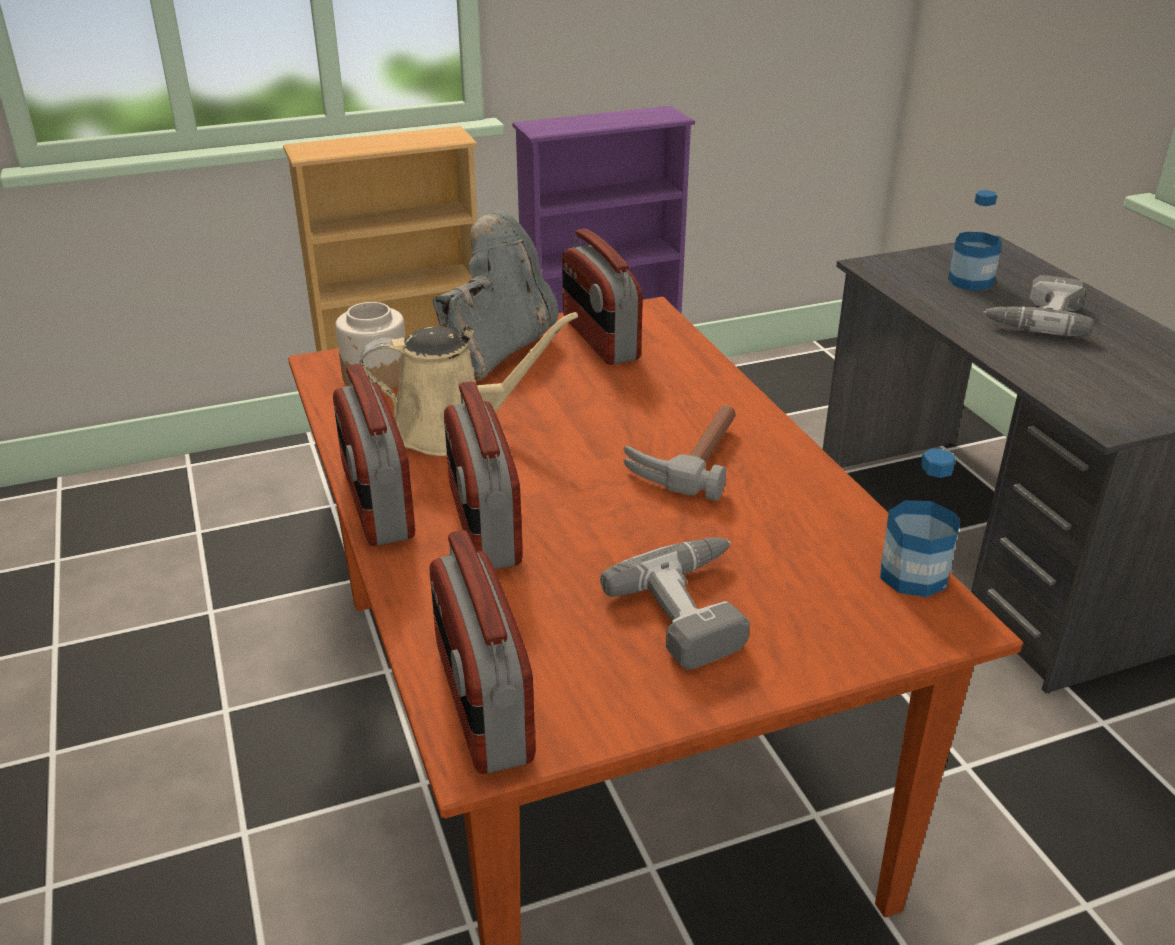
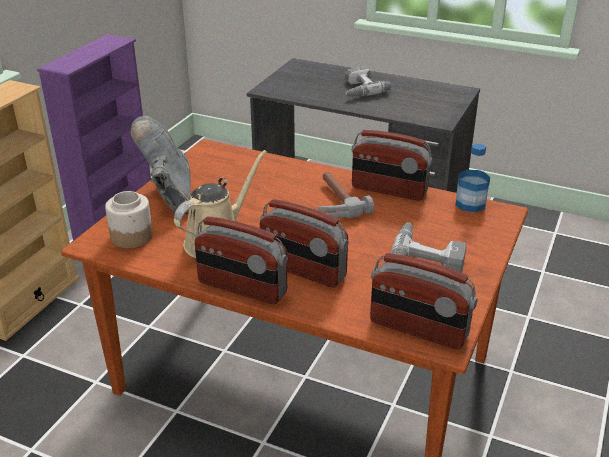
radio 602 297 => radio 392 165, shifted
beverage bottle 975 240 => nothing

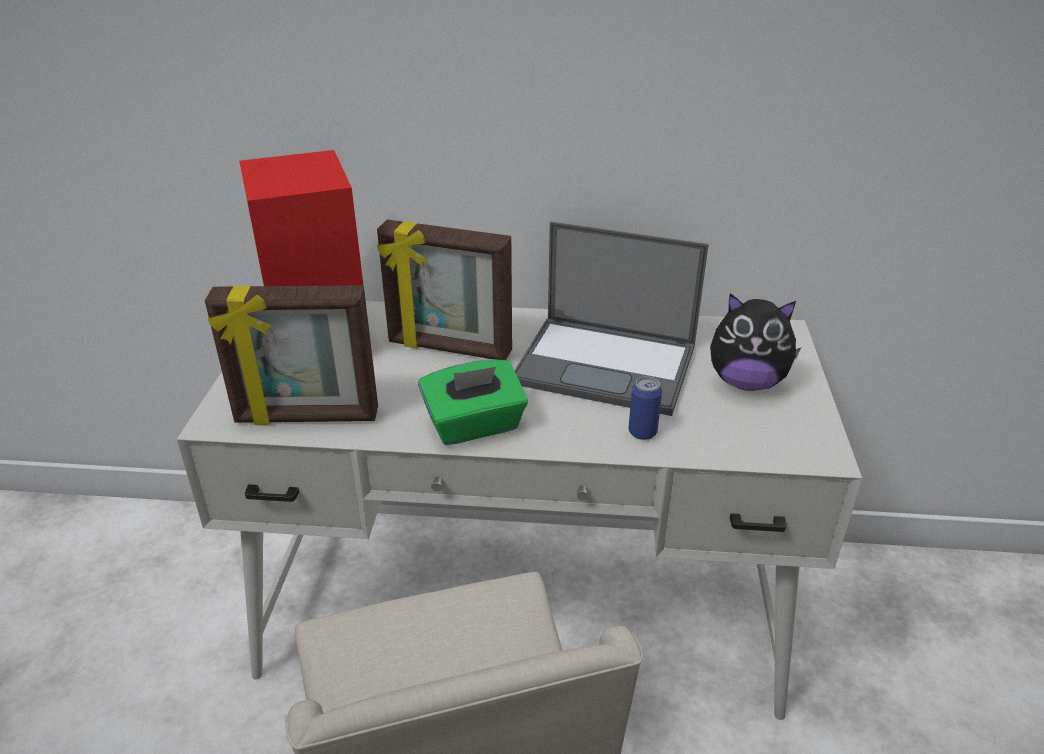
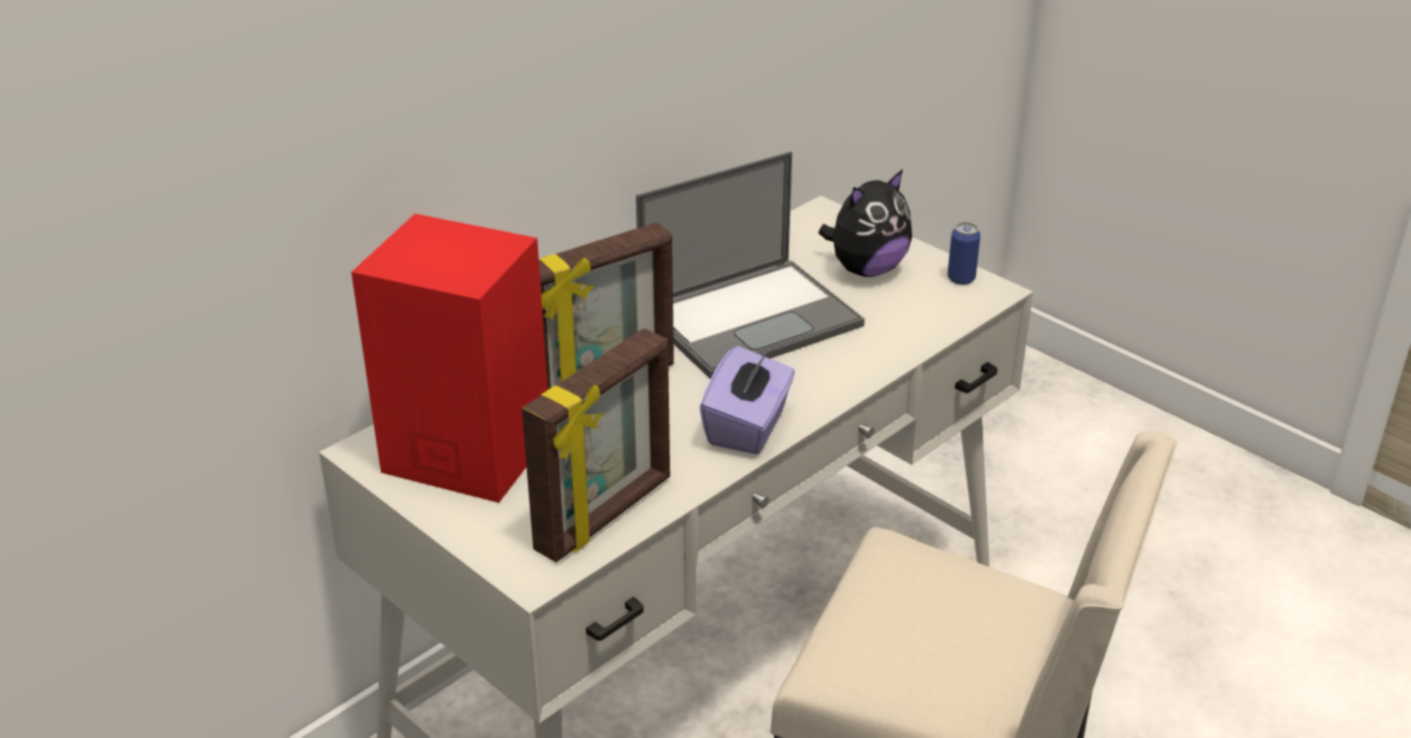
greenish box of tissues 473 402 => purple box of tissues 747 400
can 645 408 => can 963 253, shifted

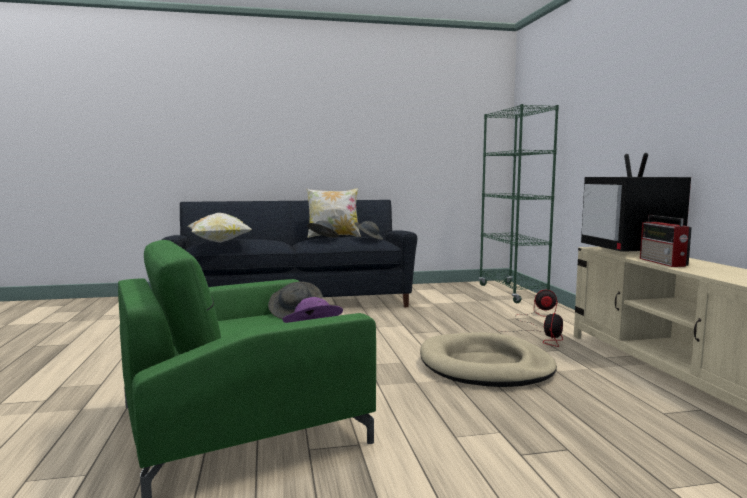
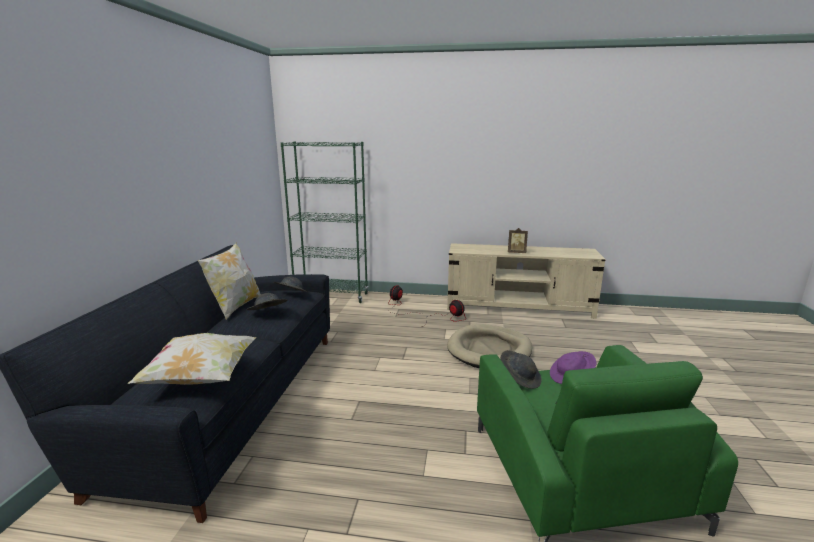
radio 666 241 => photo frame 518 240
TV 636 202 => nothing

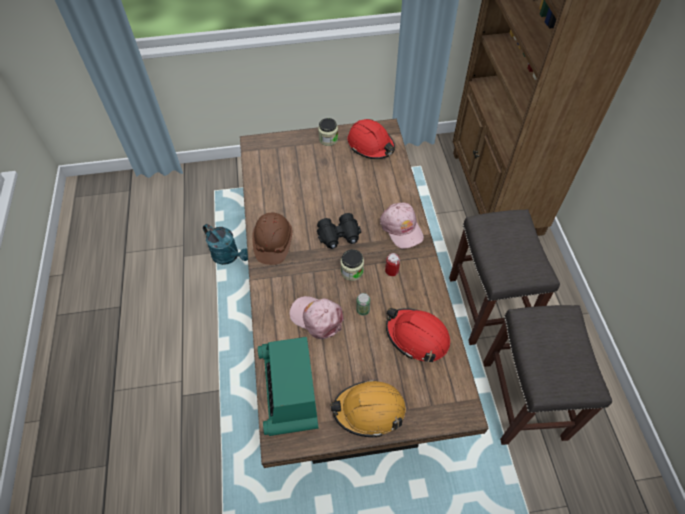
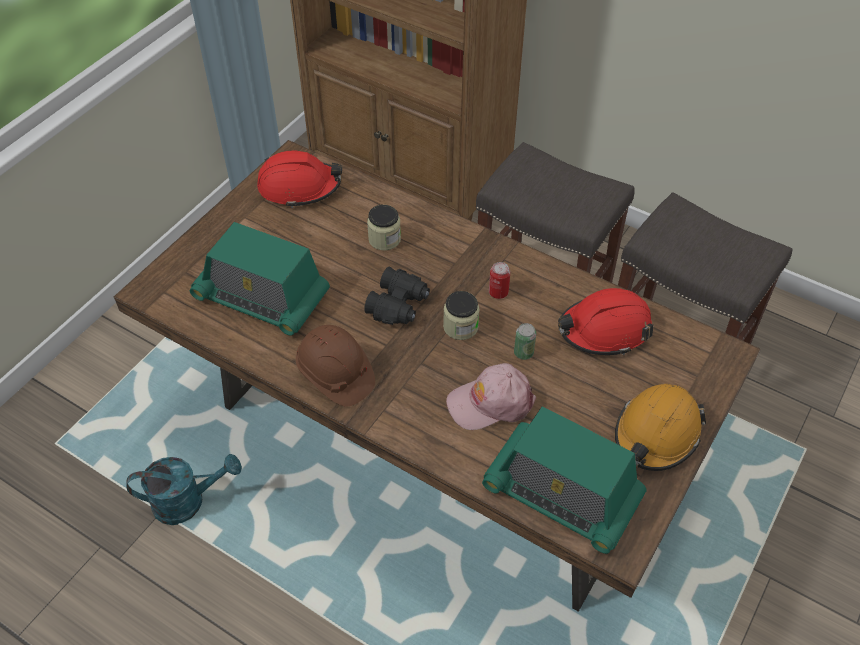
nothing => radio 260 279
storage jar 328 132 => storage jar 384 227, shifted
pinkish peaked cap 402 226 => nothing

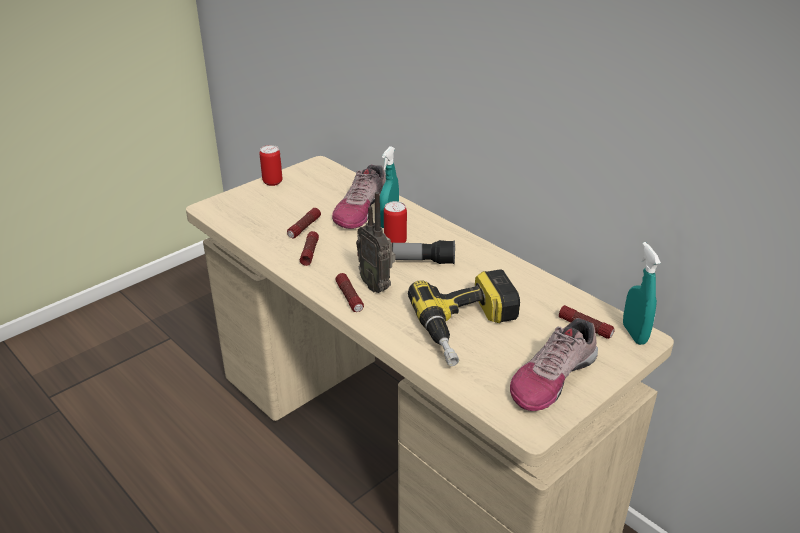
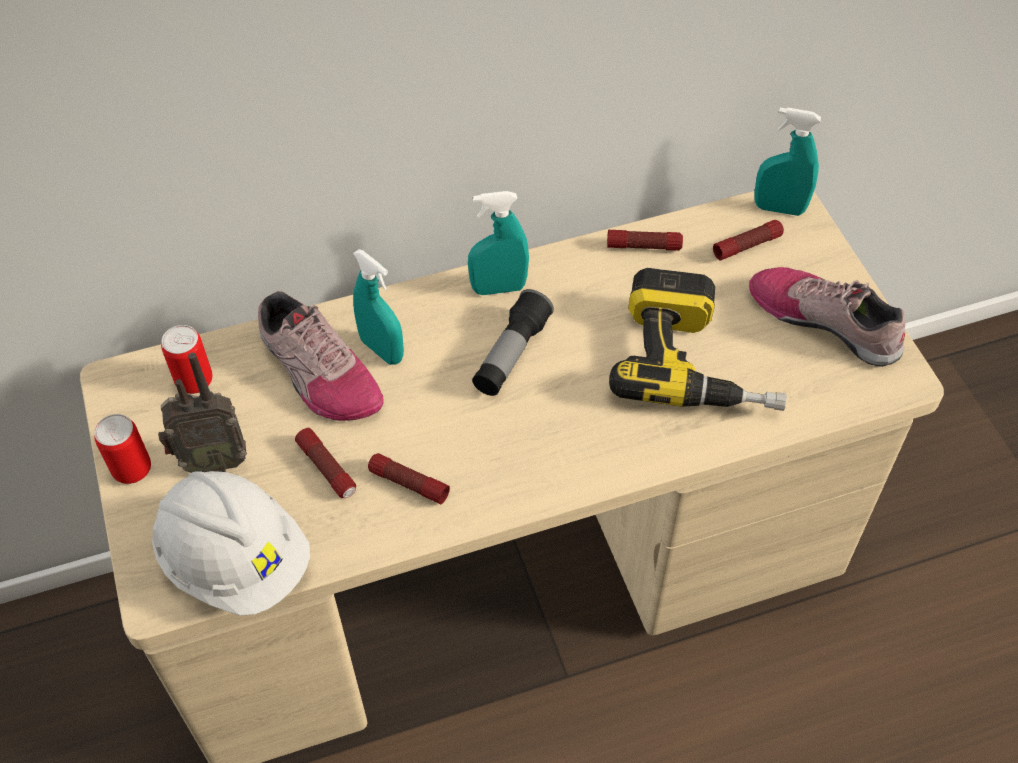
nothing => white work helmet 231 543
radio 376 242 => radio 202 413, shifted
can 395 222 => can 187 359, shifted
nothing => turquoise-coloured sprayer 498 243
hand torch 349 292 => hand torch 645 240, shifted
item of footwear 554 364 => item of footwear 827 317, 150 degrees clockwise

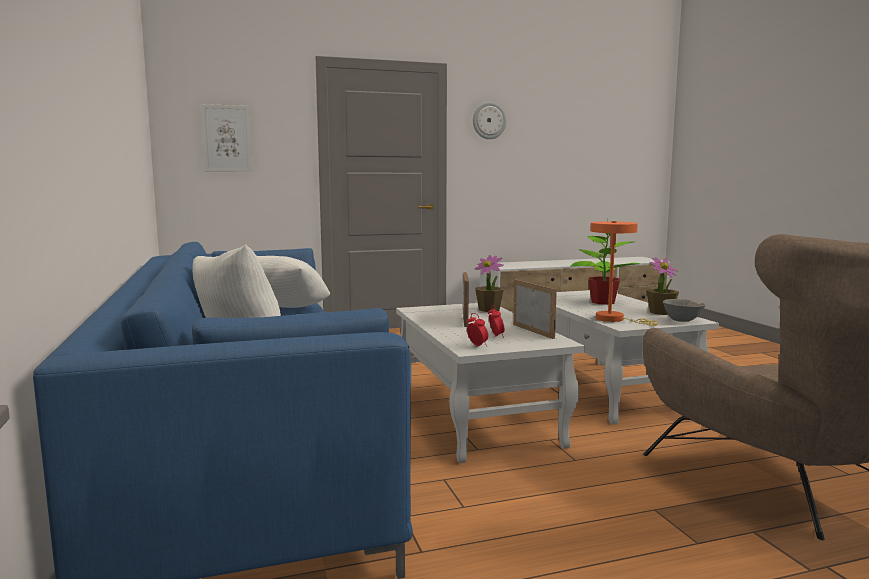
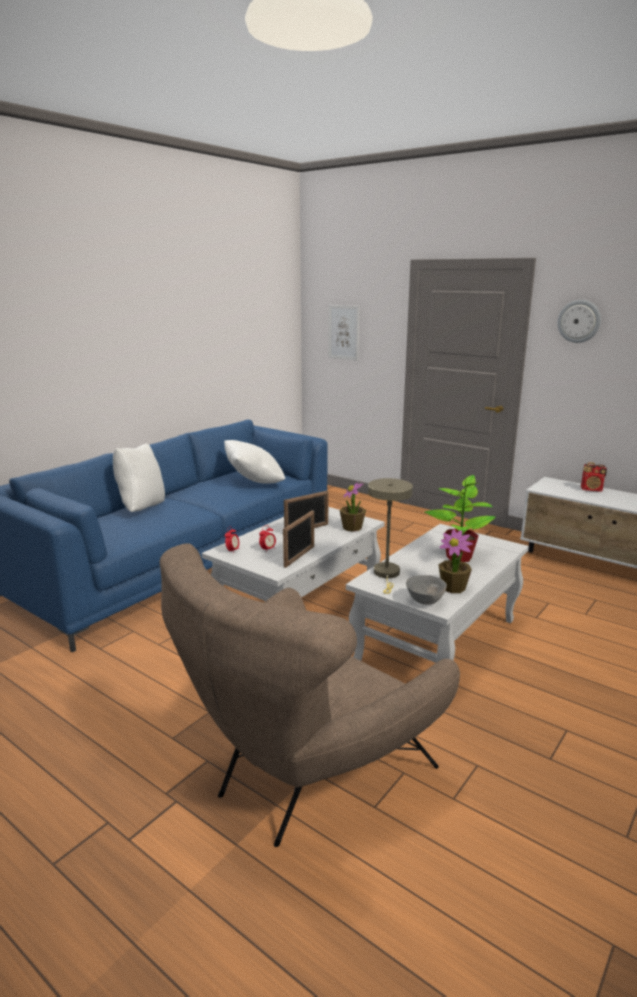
orange table lamp 624 273 => beige-coloured table lamp 390 536
nothing => radio 594 477

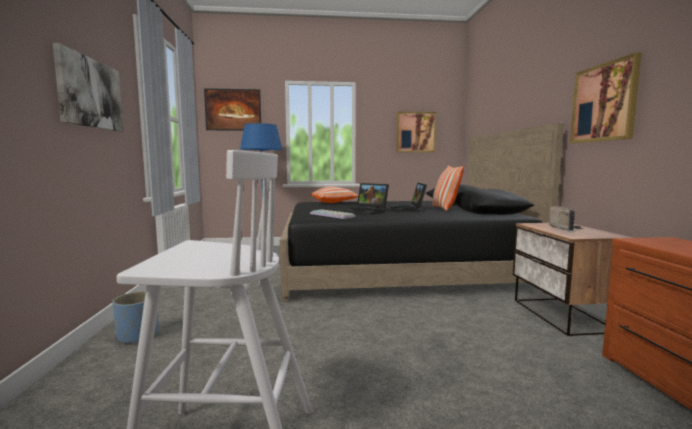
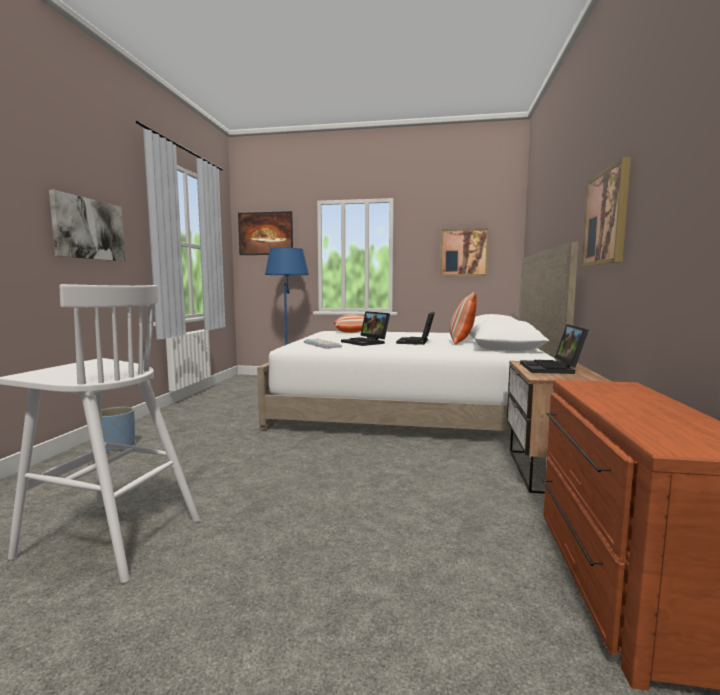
black bedroom bed 422 212 => white bedroom bed 418 336
radio 566 218 => notebook computer 554 349

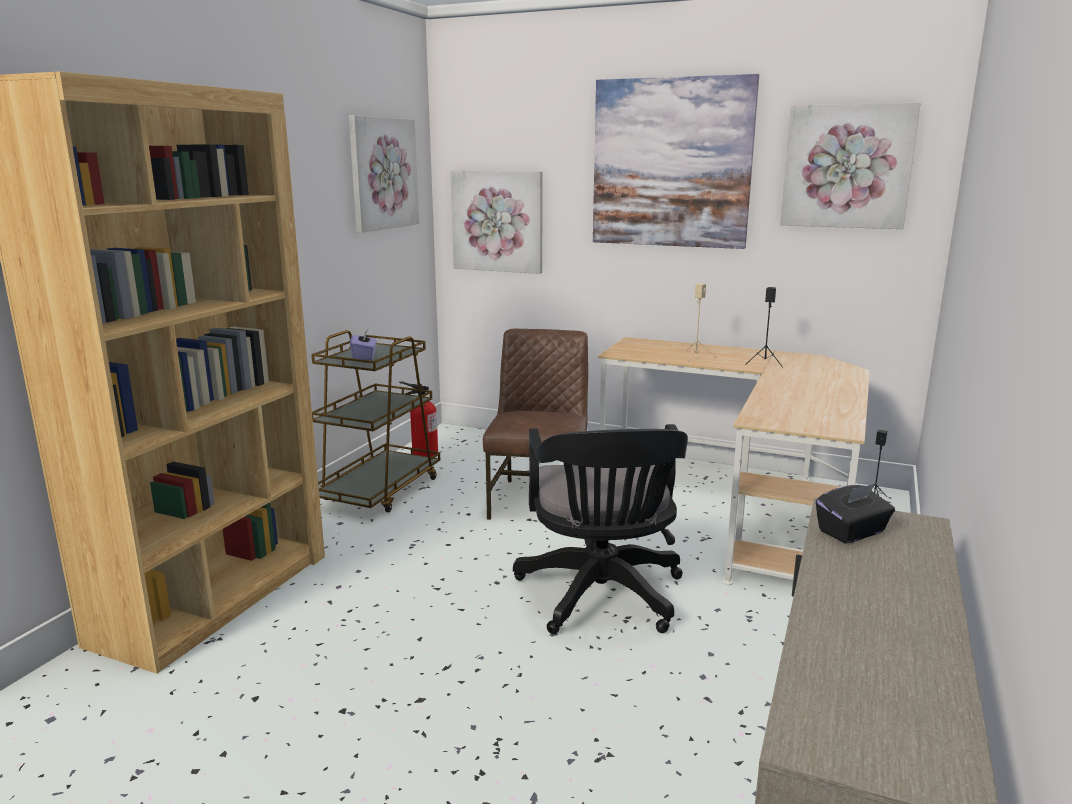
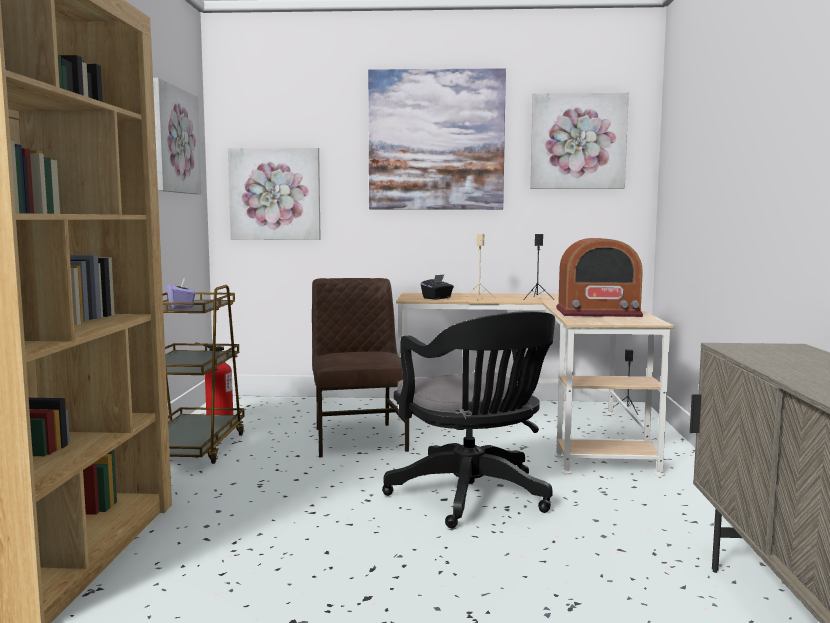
black box of tissues 855 514 => black box of tissues 437 287, shifted
nothing => radio 599 277

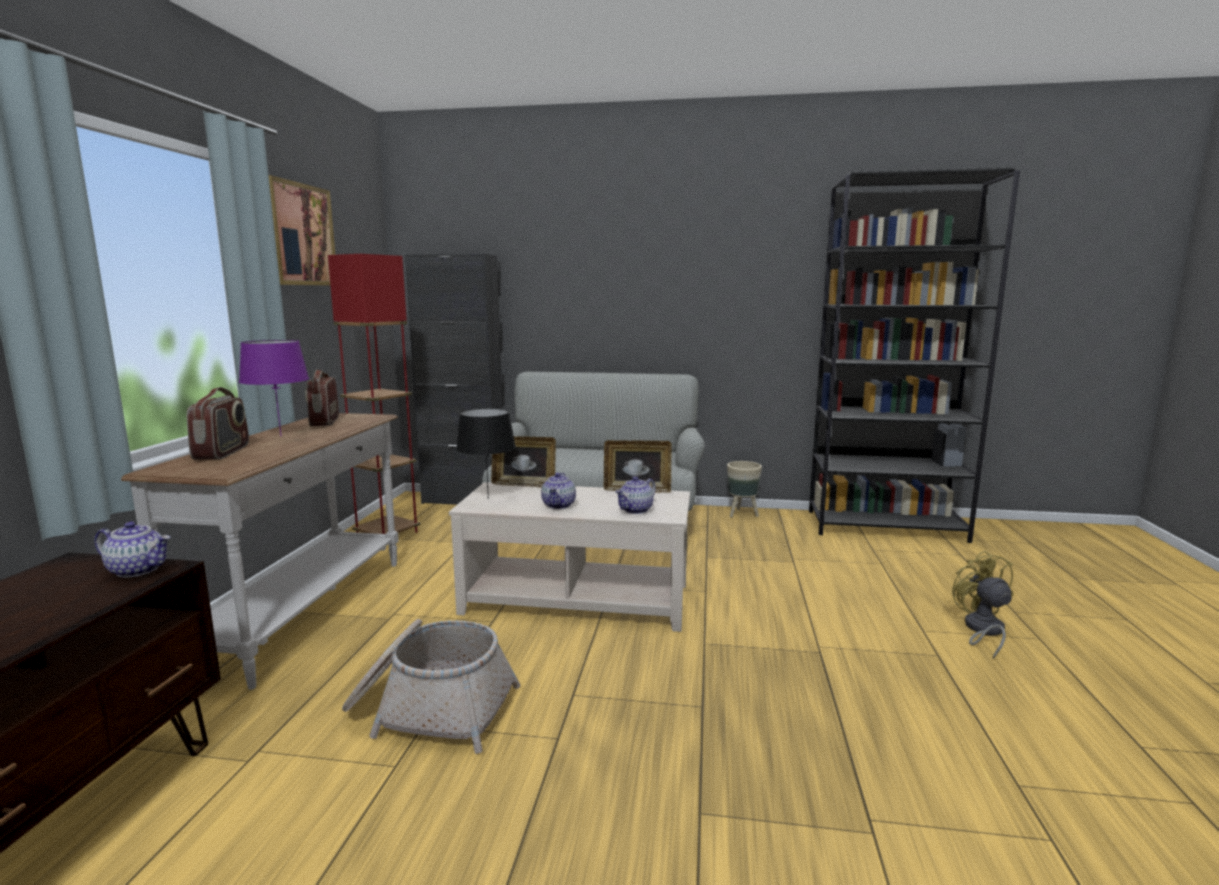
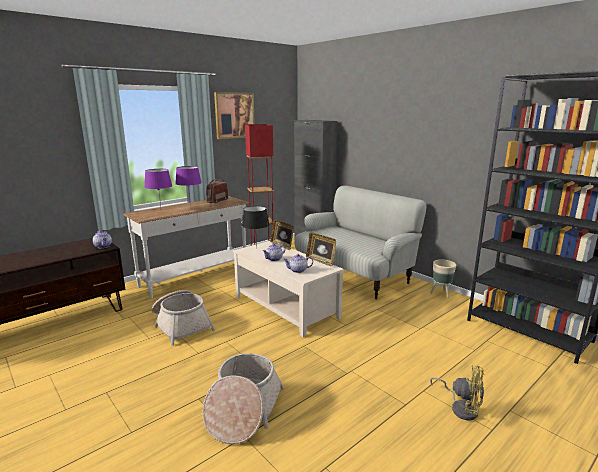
radio 218 423 => purple table lamp 158 187
nothing => storage basket 243 398
yellow-coloured electric fan 983 605 => yellow-coloured electric fan 457 393, 90 degrees clockwise

